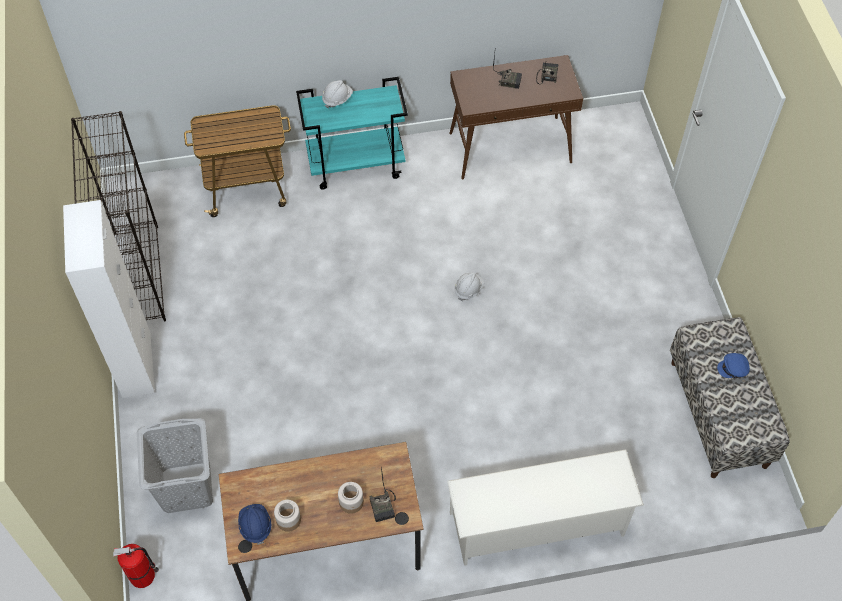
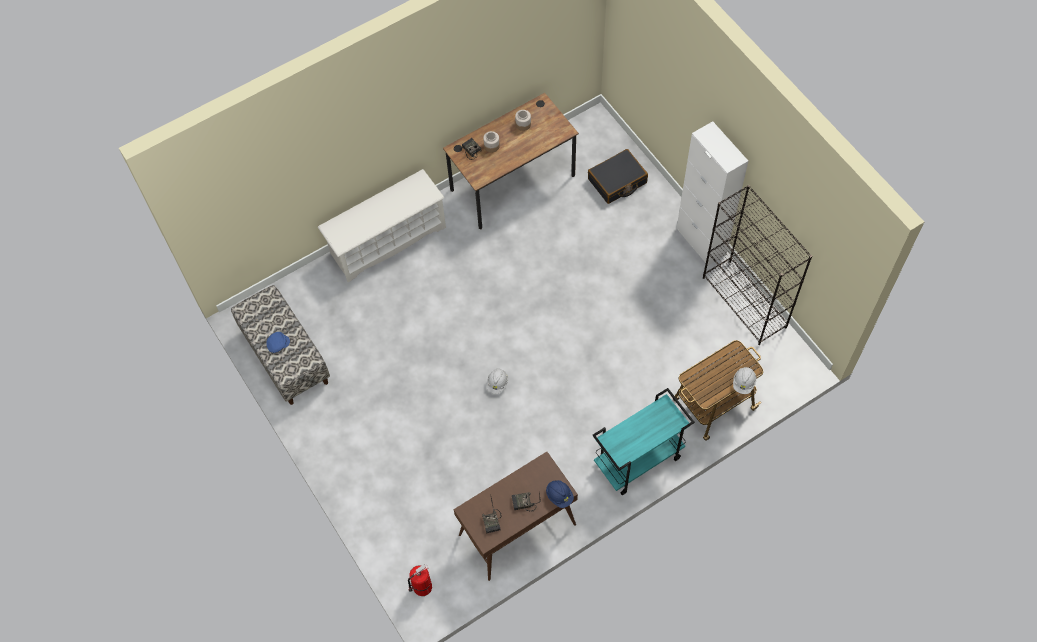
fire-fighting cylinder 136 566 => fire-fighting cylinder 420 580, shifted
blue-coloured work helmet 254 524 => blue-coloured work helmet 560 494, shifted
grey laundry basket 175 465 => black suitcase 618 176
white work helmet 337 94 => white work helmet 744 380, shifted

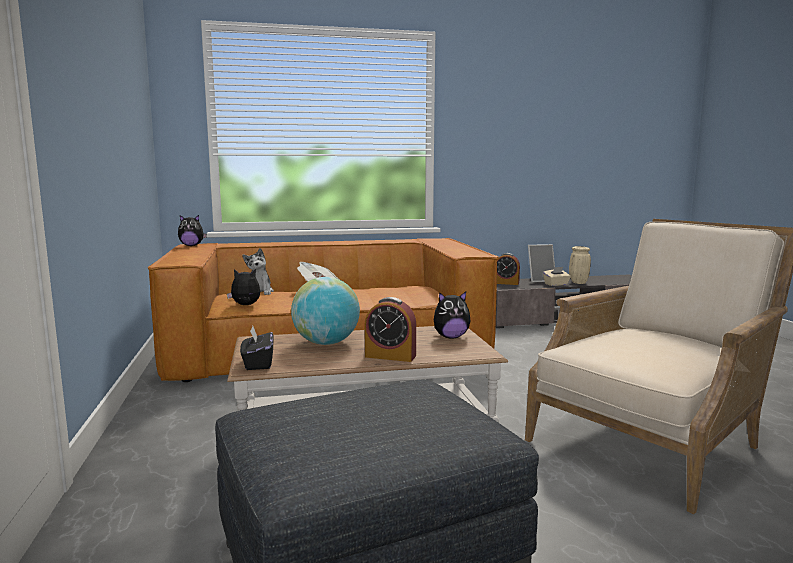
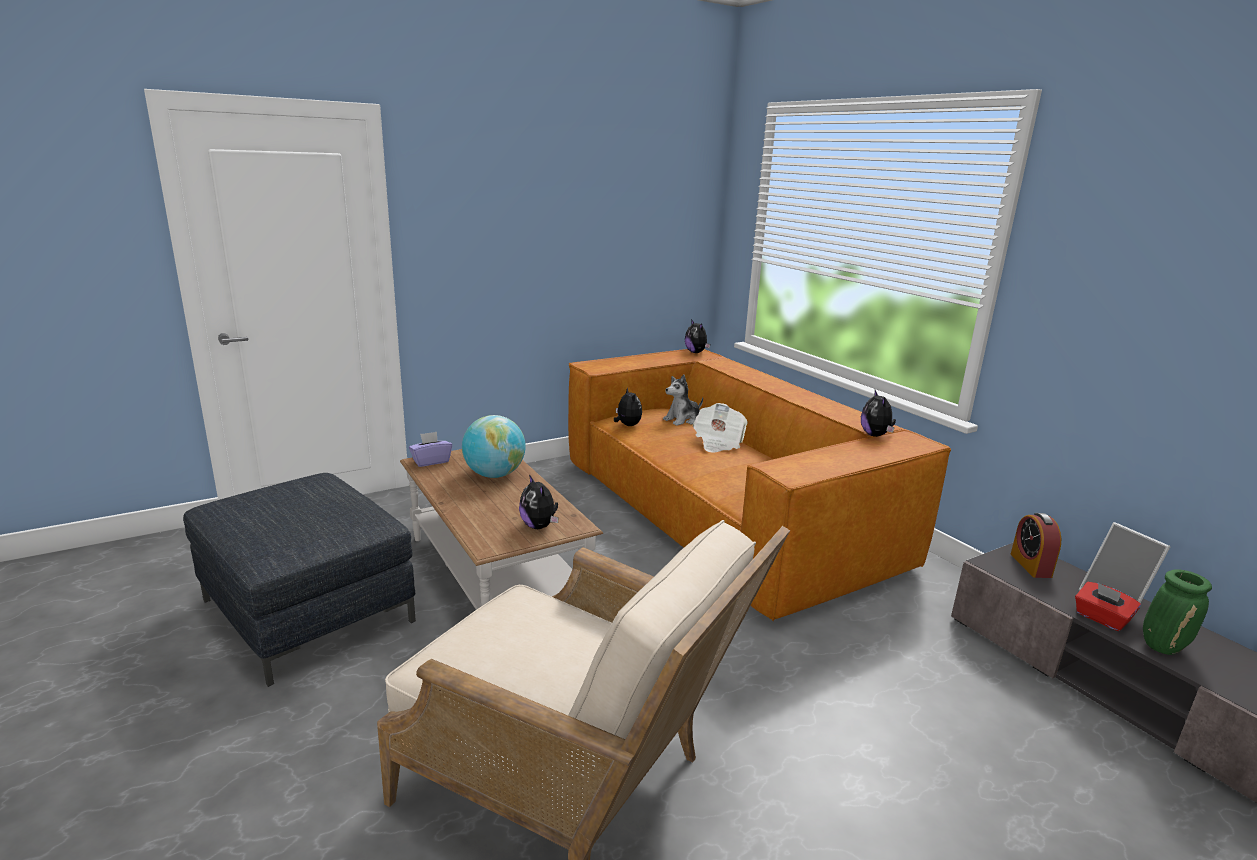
black box of tissues 257 348 => purple box of tissues 430 449
nothing => cuddly toy 878 413
beige-coloured box of tissues 557 276 => red-coloured box of tissues 1108 606
beige-coloured vase 580 265 => greenish vase 1177 612
table clock 390 329 => nothing

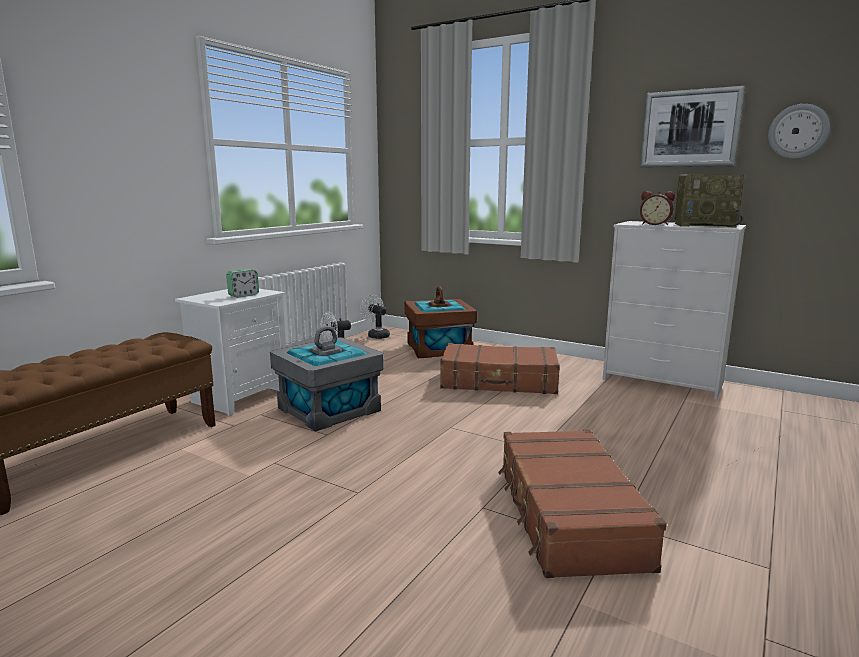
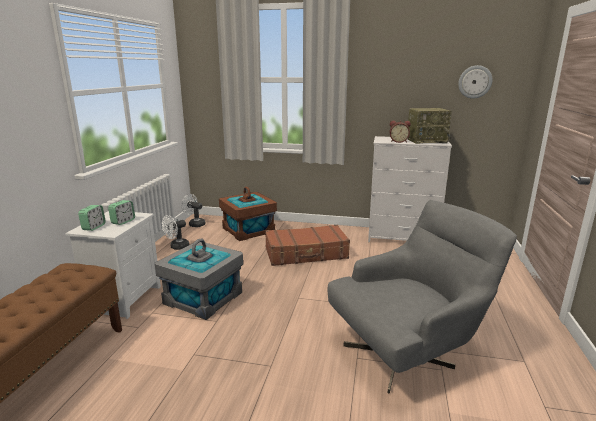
nothing => table clock 92 218
brown suitcase 582 503 => grey lounge chair 422 296
wall picture 692 126 => nothing

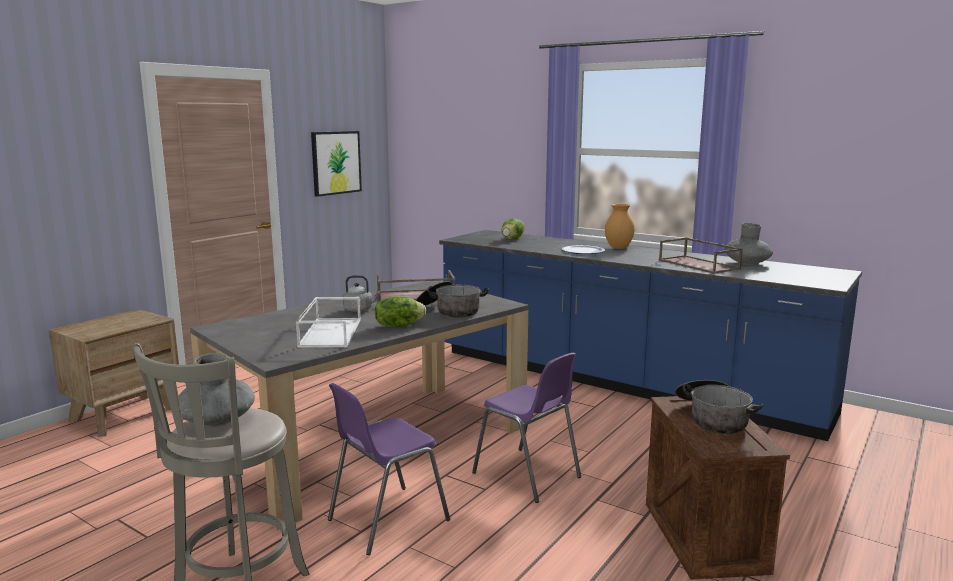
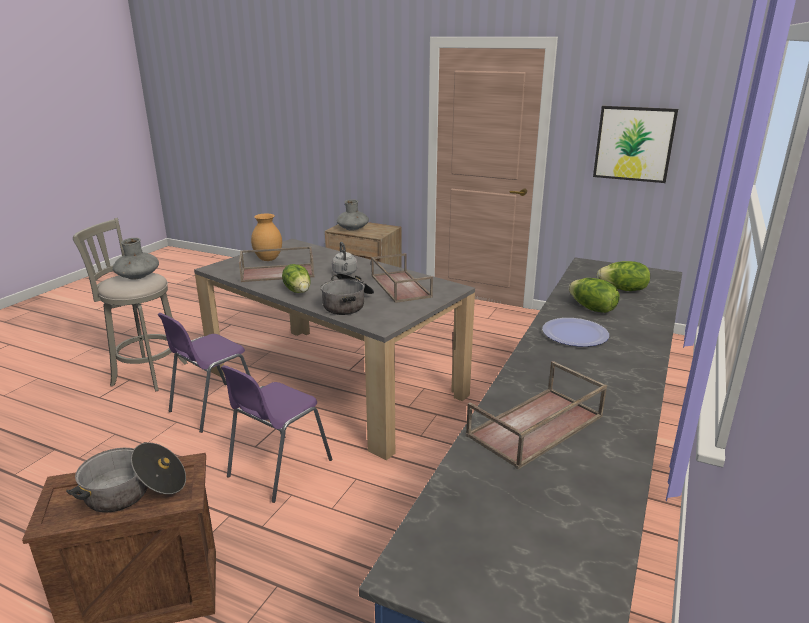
purple upright chair 389 469 => purple upright chair 204 373, 90 degrees counterclockwise
white serving tray 328 322 => brown serving tray 277 264
brown vase 620 226 => brown vase 266 237, shifted
grey vase 749 244 => grey vase 353 215, shifted
nothing => head of lettuce 594 295

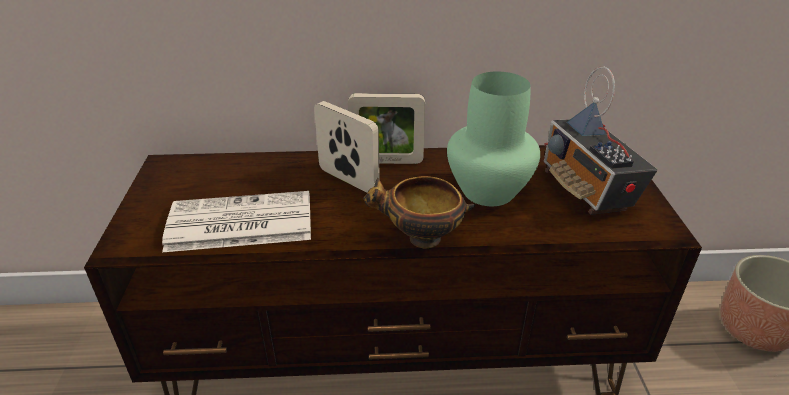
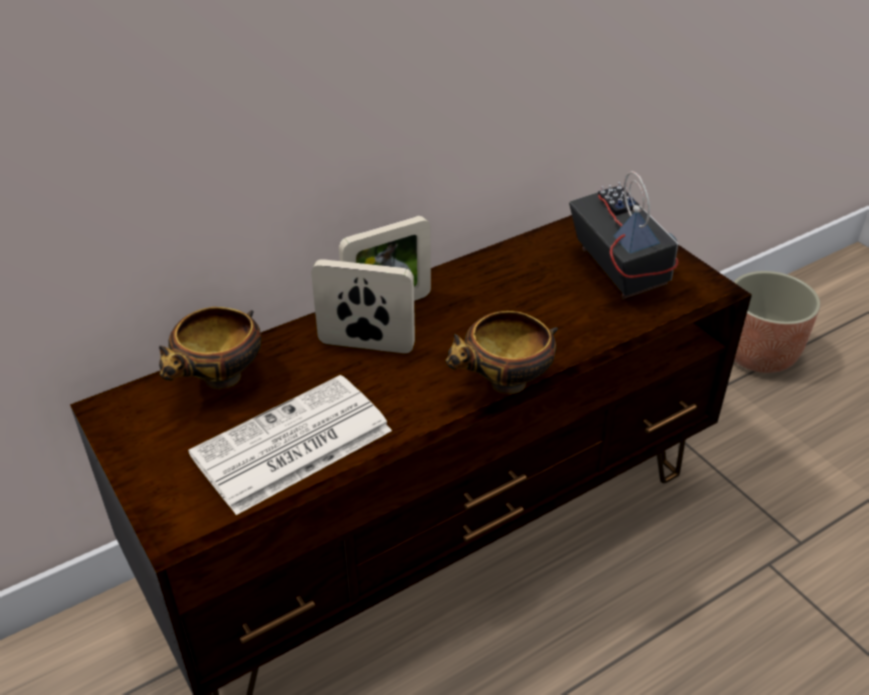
nothing => deep dish 210 348
radio 600 140 => radio 624 235, 150 degrees counterclockwise
greenish vase 493 138 => nothing

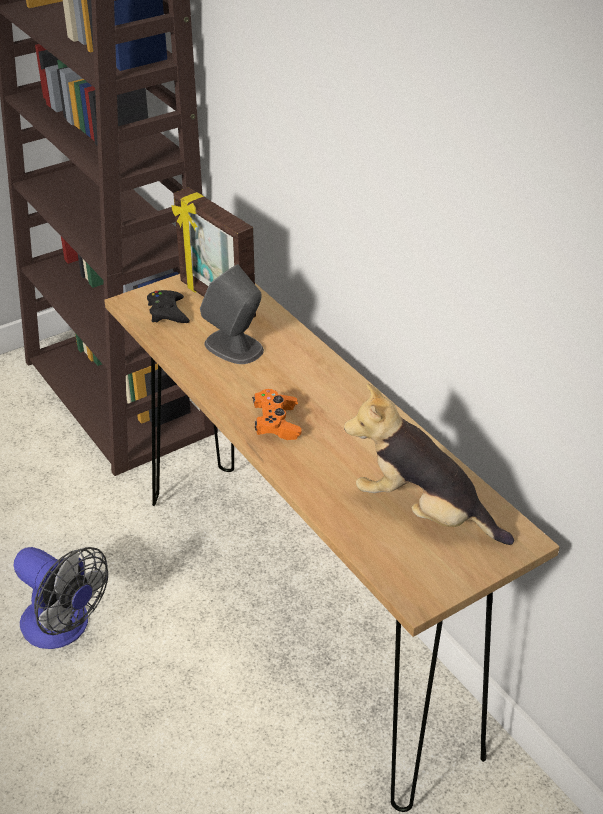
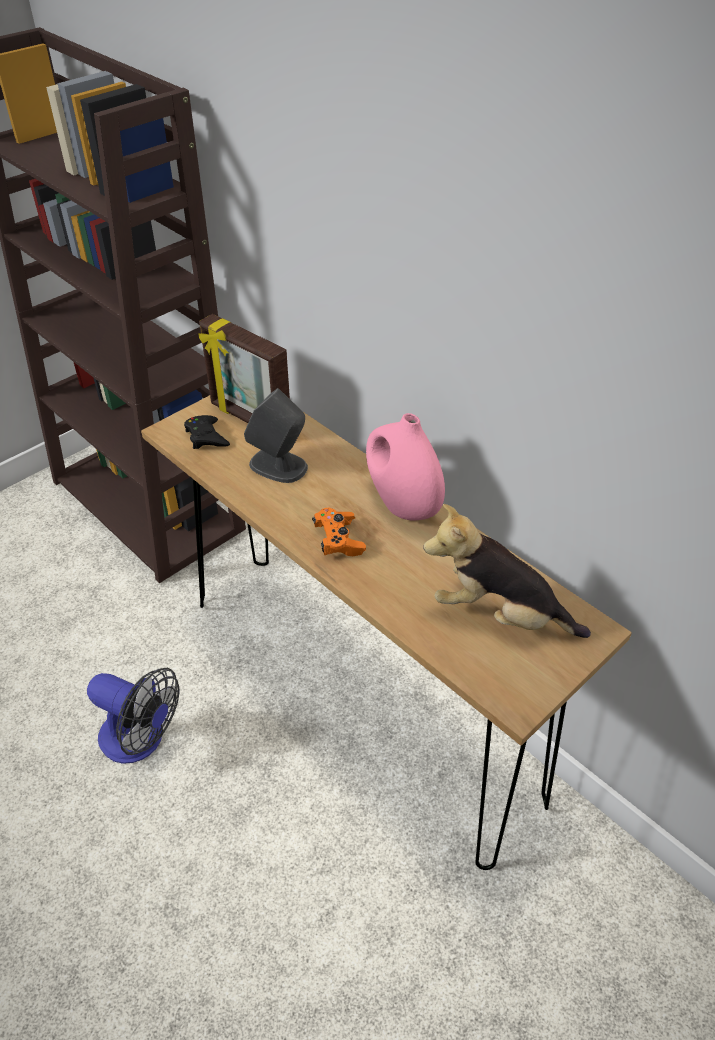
nothing => pinkish vase 405 466

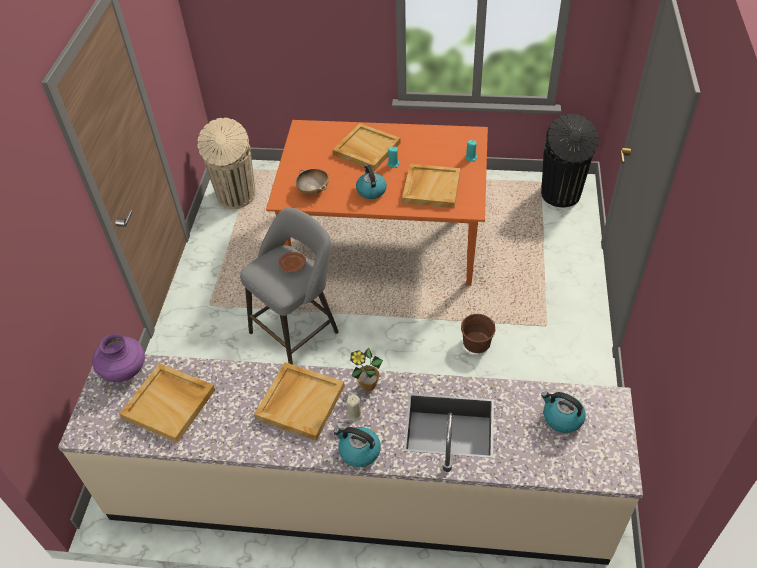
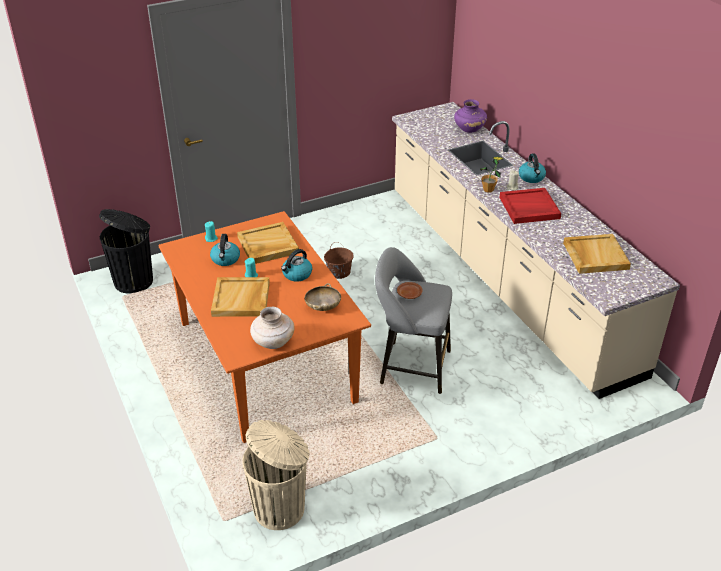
kettle 563 412 => kettle 225 250, shifted
nothing => beige-coloured vase 272 328
purple vase 118 358 => purple vase 470 116, shifted
beige-coloured serving tray 299 401 => red-coloured serving tray 530 206

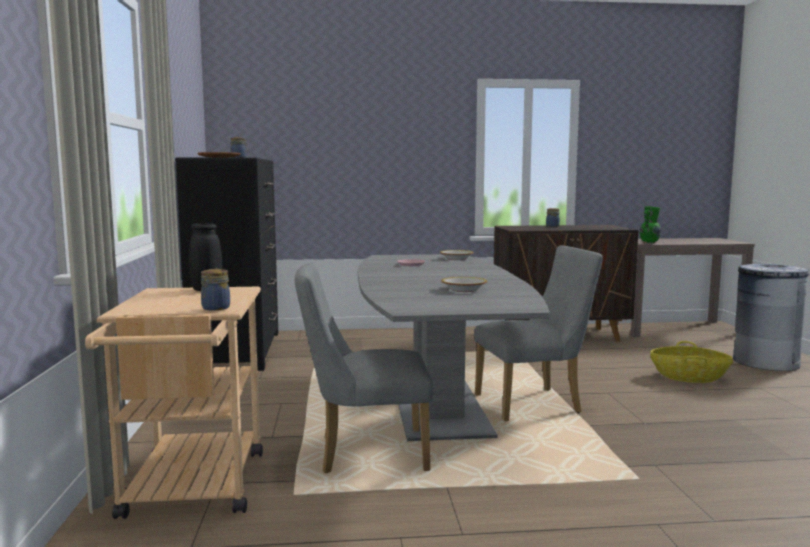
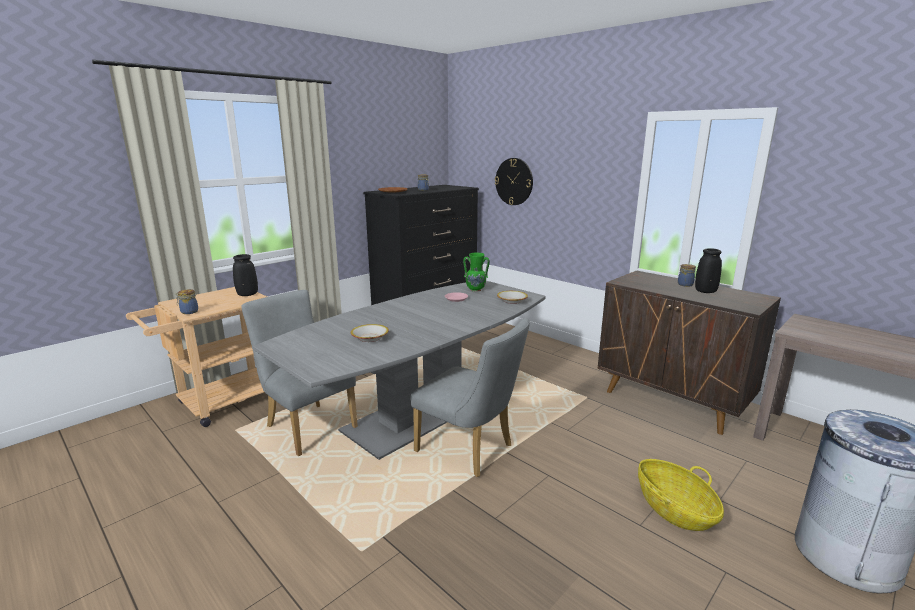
greenish vase 650 225 => greenish vase 476 272, shifted
nothing => clock on the wall 514 181
nothing => black vase 708 270

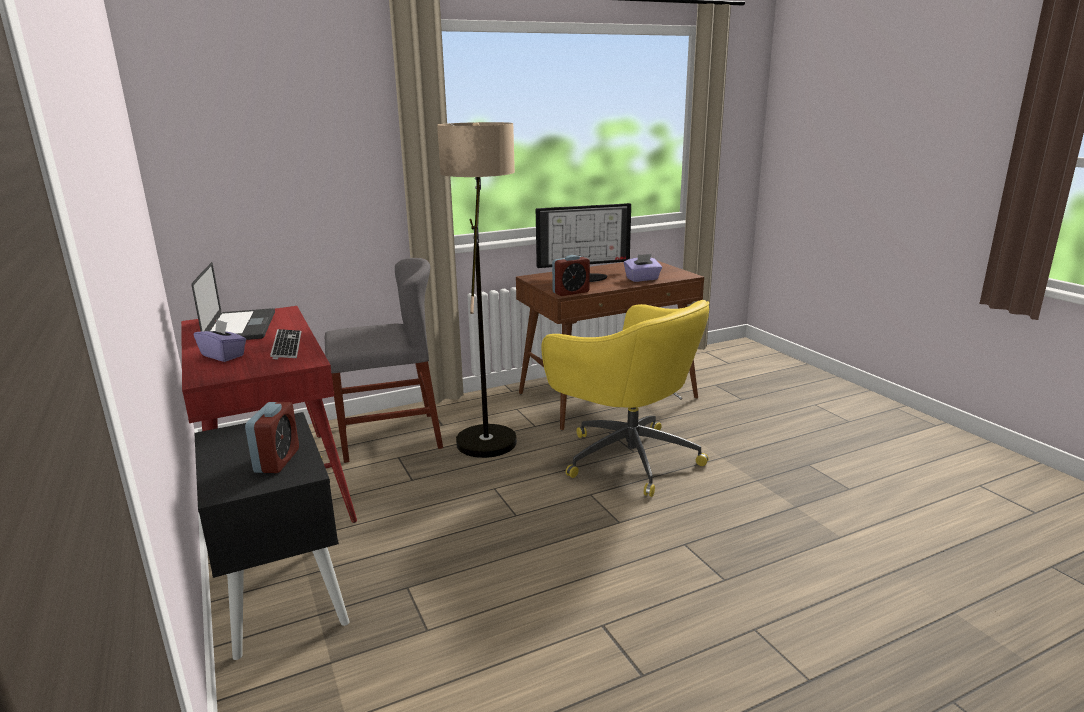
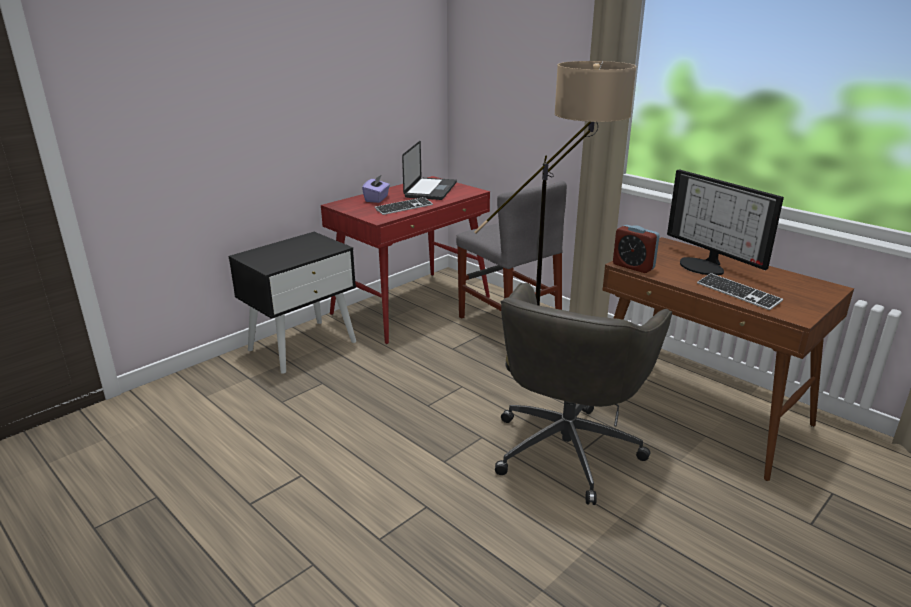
notebook computer 233 301 => notebook computer 429 170, 45 degrees counterclockwise
yellow-coloured desk chair 625 398 => grey desk chair 583 394
purple box of tissues 643 268 => PC keyboard 740 291
table clock 272 437 => nothing

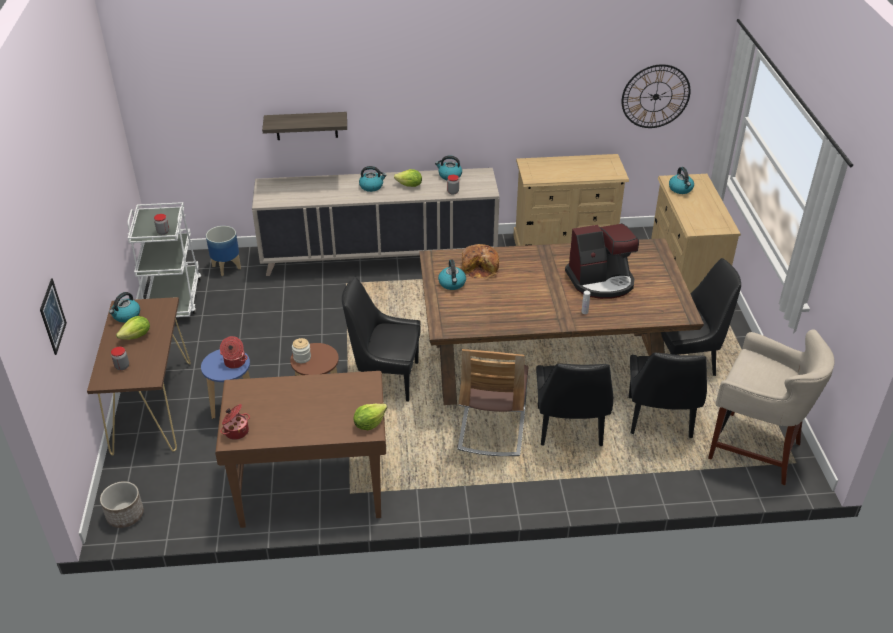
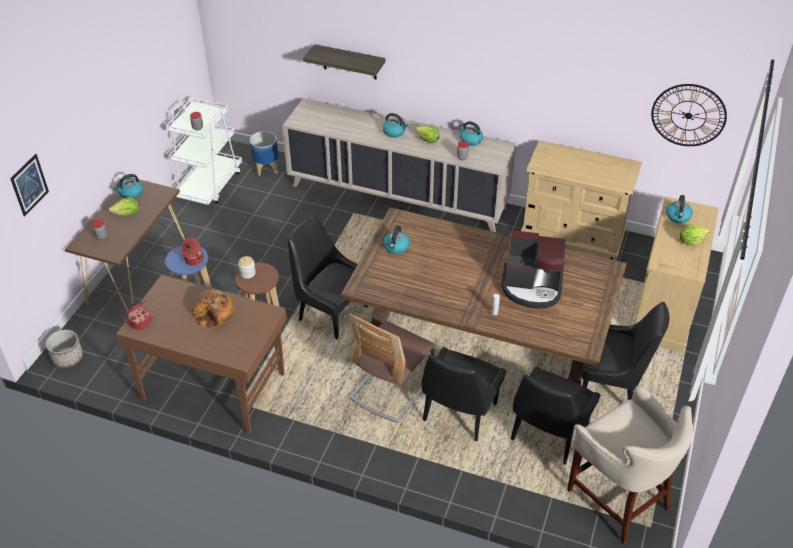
bakery bread 480 261 => bakery bread 213 309, shifted
head of lettuce 370 417 => head of lettuce 694 235, shifted

